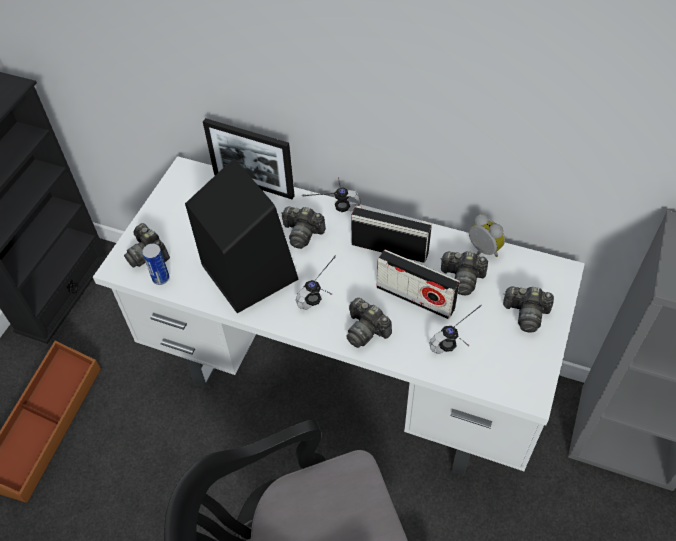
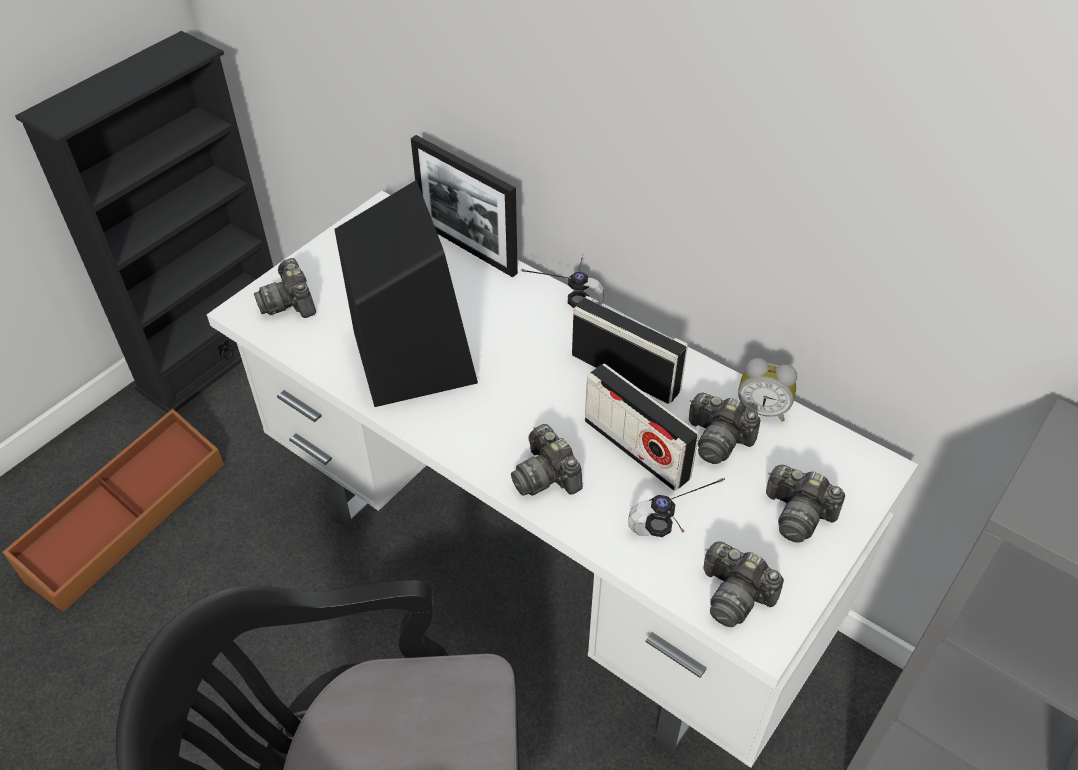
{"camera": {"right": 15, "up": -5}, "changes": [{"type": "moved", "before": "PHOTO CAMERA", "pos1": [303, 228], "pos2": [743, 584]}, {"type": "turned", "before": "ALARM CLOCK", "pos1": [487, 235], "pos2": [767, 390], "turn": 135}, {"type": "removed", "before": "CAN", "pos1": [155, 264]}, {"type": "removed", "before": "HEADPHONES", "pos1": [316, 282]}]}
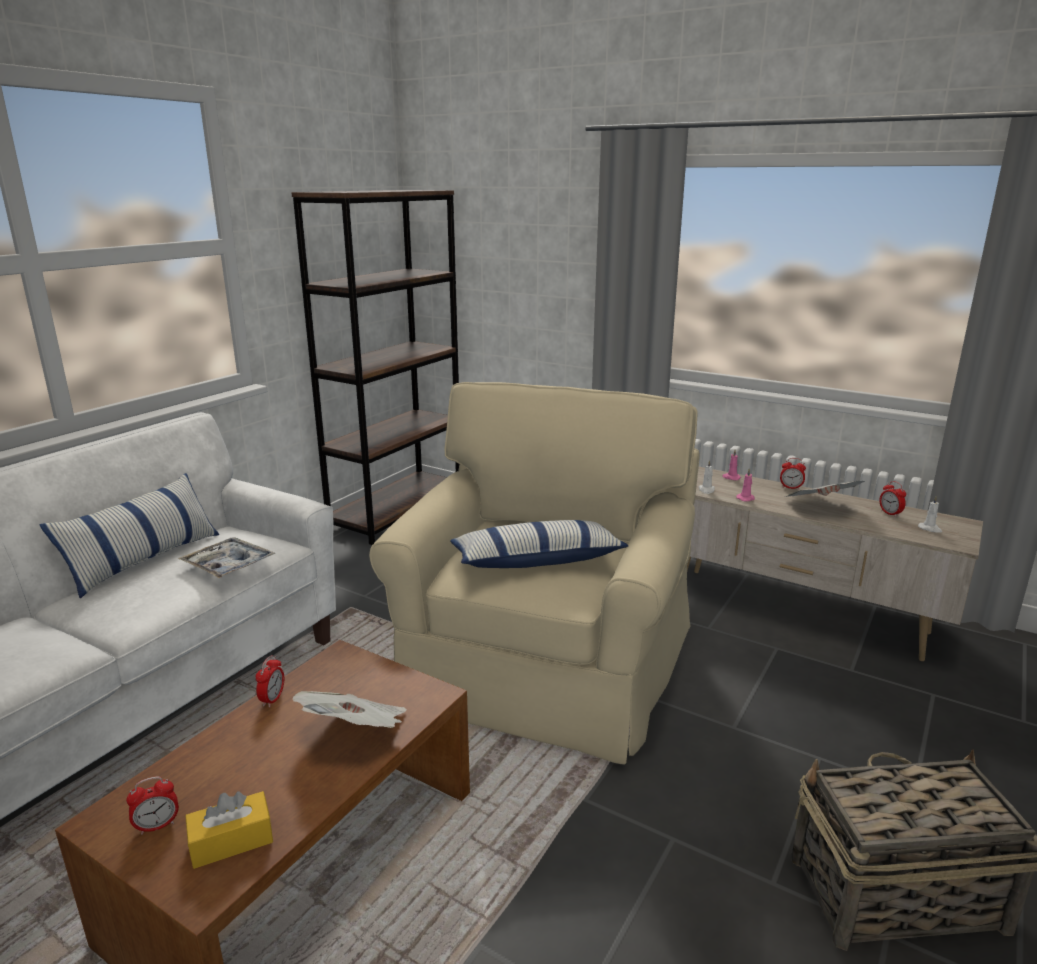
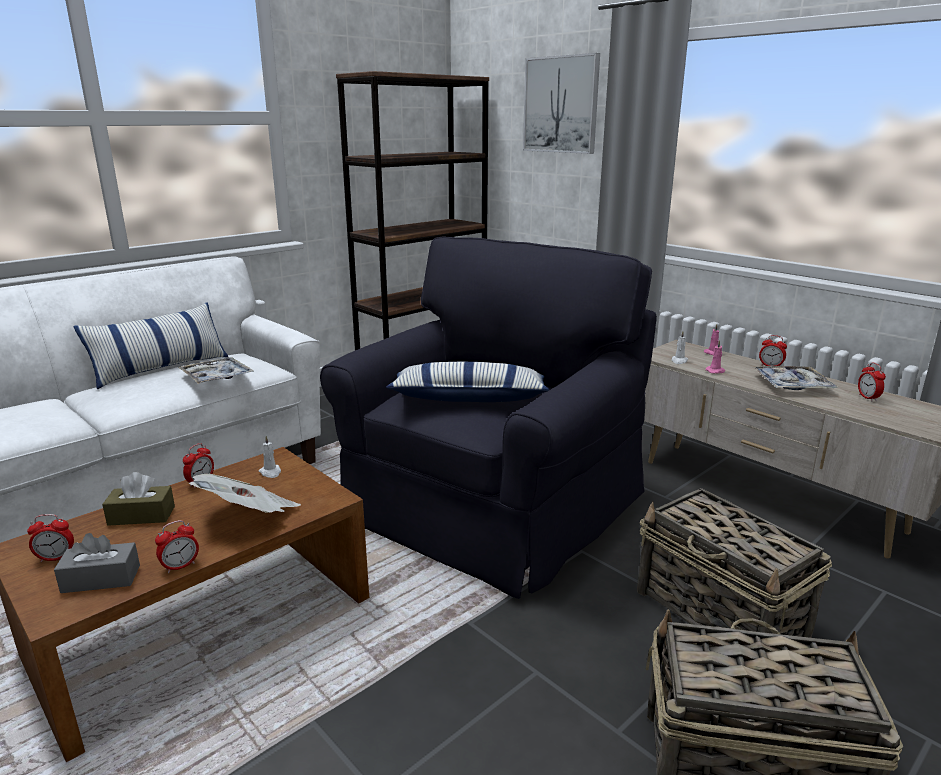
{"camera": {"right": 15, "up": 0}, "changes": [{"type": "recoloured", "before": "BEIGE ARMCHAIR", "after": "BLACK ARMCHAIR", "pos1": [534, 573], "pos2": [488, 417]}, {"type": "replaced", "before": "NEWSPAPER", "after": "TRAY", "pos1": [824, 489], "pos2": [795, 378]}, {"type": "moved", "before": "WHITE CANDLE", "pos1": [930, 514], "pos2": [270, 457]}, {"type": "recoloured", "before": "YELLOW TISSUE BOX", "after": "GREY TISSUE BOX", "pos1": [229, 830], "pos2": [97, 563]}, {"type": "added", "after": "PICTURE", "pos2": [561, 103]}, {"type": "added", "after": "BROWN TISSUE BOX", "pos2": [138, 499]}, {"type": "added", "after": "BASKET", "pos2": [734, 563]}, {"type": "added", "after": "ALARM CLOCK", "pos2": [177, 546]}]}
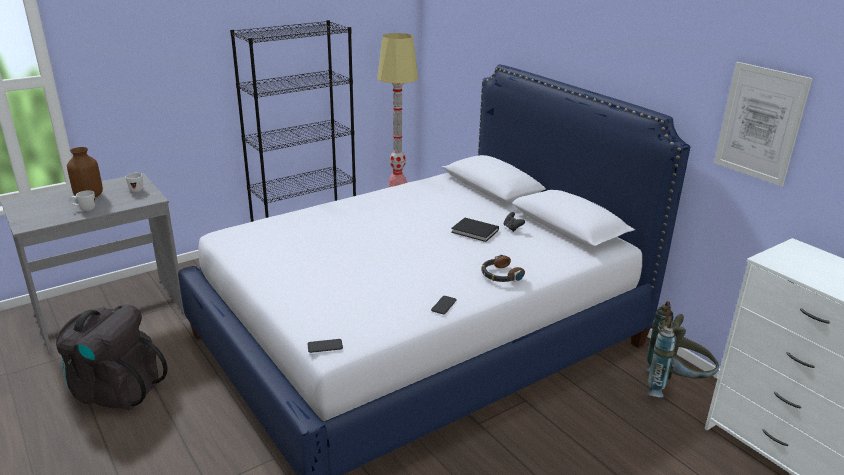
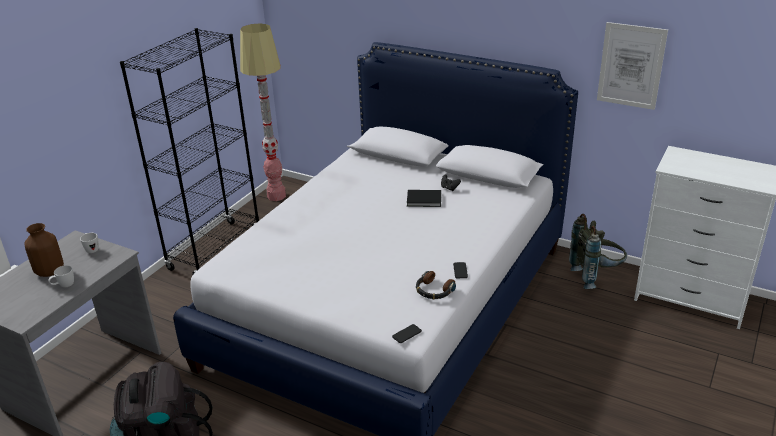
{"camera": {"right": -25, "up": 5}, "changes": [{"type": "moved", "before": "HEADPHONES", "pos1": [503, 268], "pos2": [436, 285]}]}
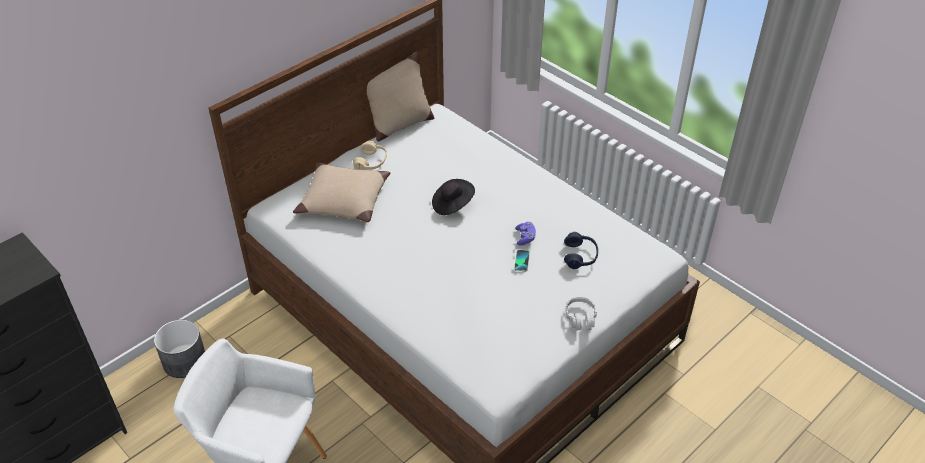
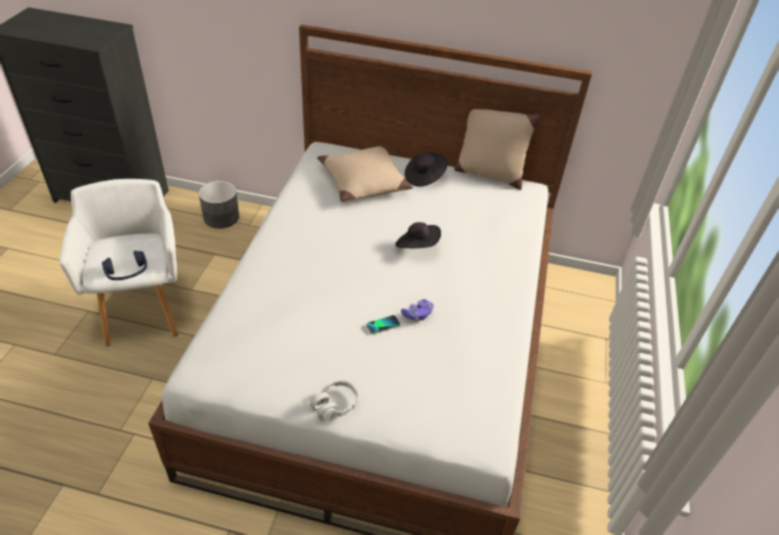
{"camera": {"right": 55, "up": 0}, "changes": [{"type": "replaced", "before": "BEIGE HEADPHONES", "after": "BLACK HAT", "pos1": [370, 155], "pos2": [426, 169]}, {"type": "moved", "before": "BLUE HEADPHONES", "pos1": [581, 250], "pos2": [124, 265]}]}
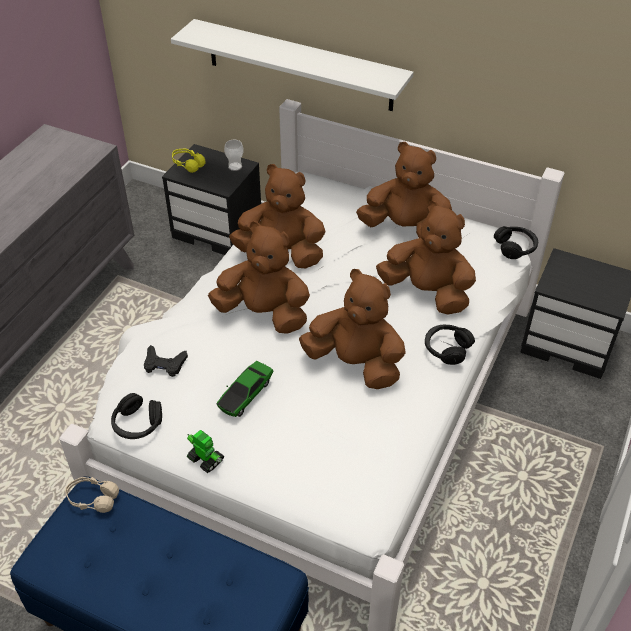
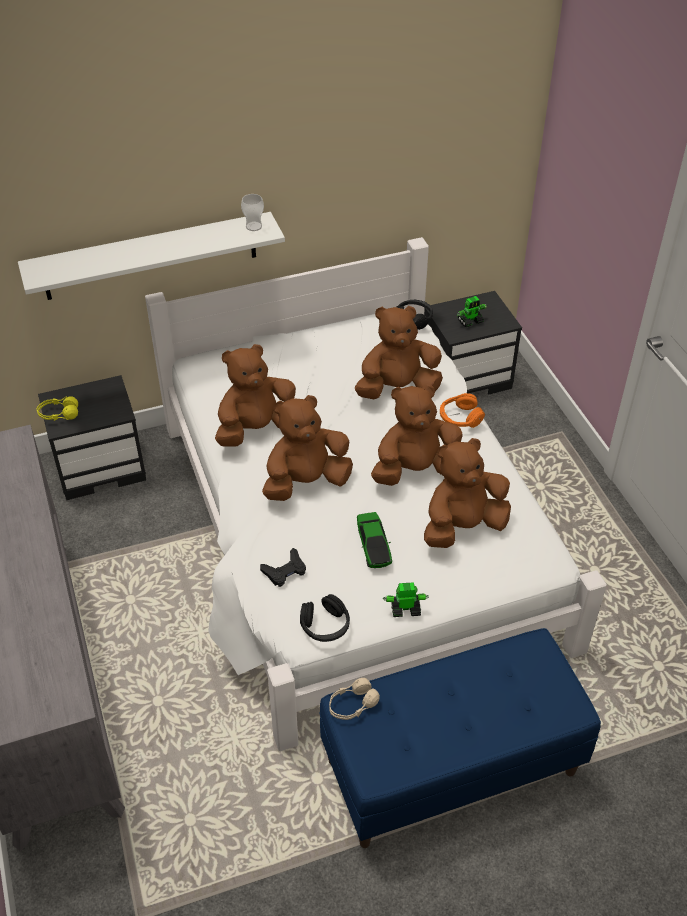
{"camera": {"right": -45, "up": 0}, "changes": [{"type": "moved", "before": "CUP", "pos1": [234, 155], "pos2": [252, 212]}, {"type": "moved", "before": "BROWN PLUSH TOY", "pos1": [404, 190], "pos2": [467, 493]}, {"type": "recoloured", "before": "BLACK HEADPHONES", "after": "ORANGE HEADPHONES", "pos1": [450, 345], "pos2": [462, 410]}, {"type": "added", "after": "TOY ROBOT", "pos2": [472, 311]}]}
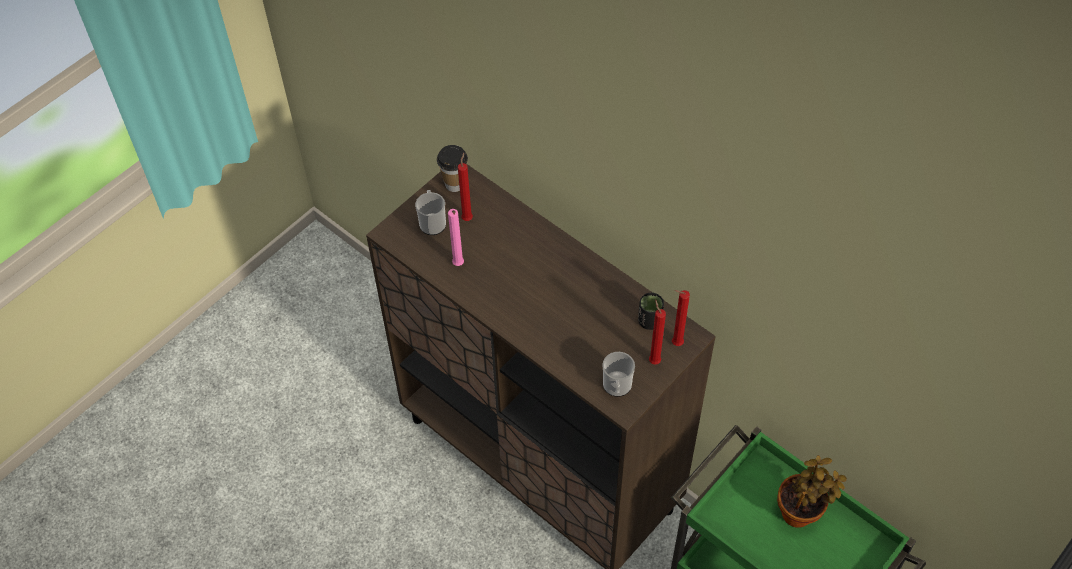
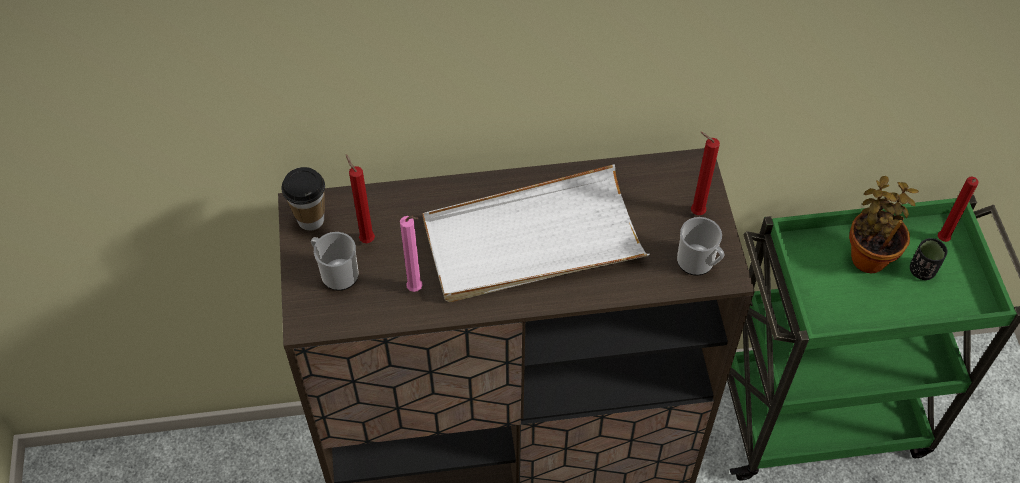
{"camera": {"right": -50, "up": 0}, "changes": [{"type": "moved", "before": "RED CANDLE", "pos1": [681, 318], "pos2": [958, 209]}, {"type": "moved", "before": "BLACK CUP", "pos1": [651, 311], "pos2": [928, 259]}, {"type": "added", "after": "WHITE TRAY", "pos2": [536, 233]}]}
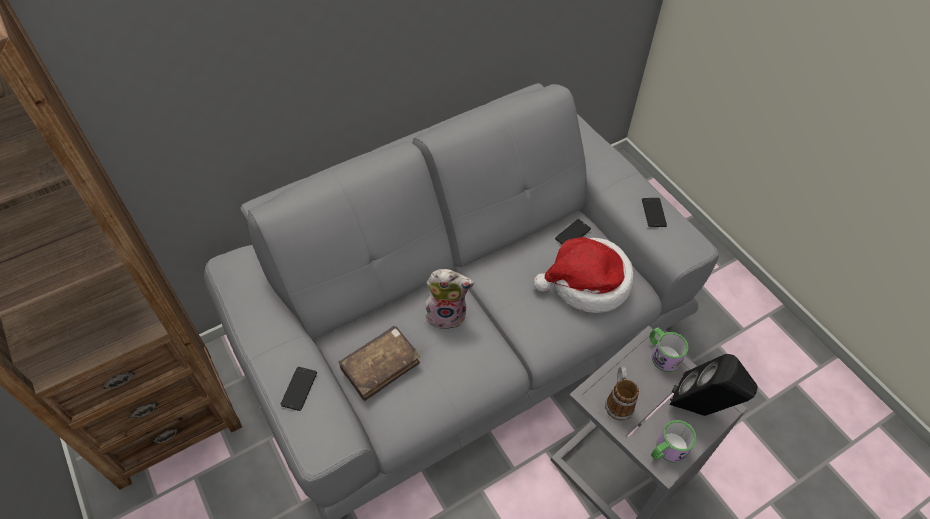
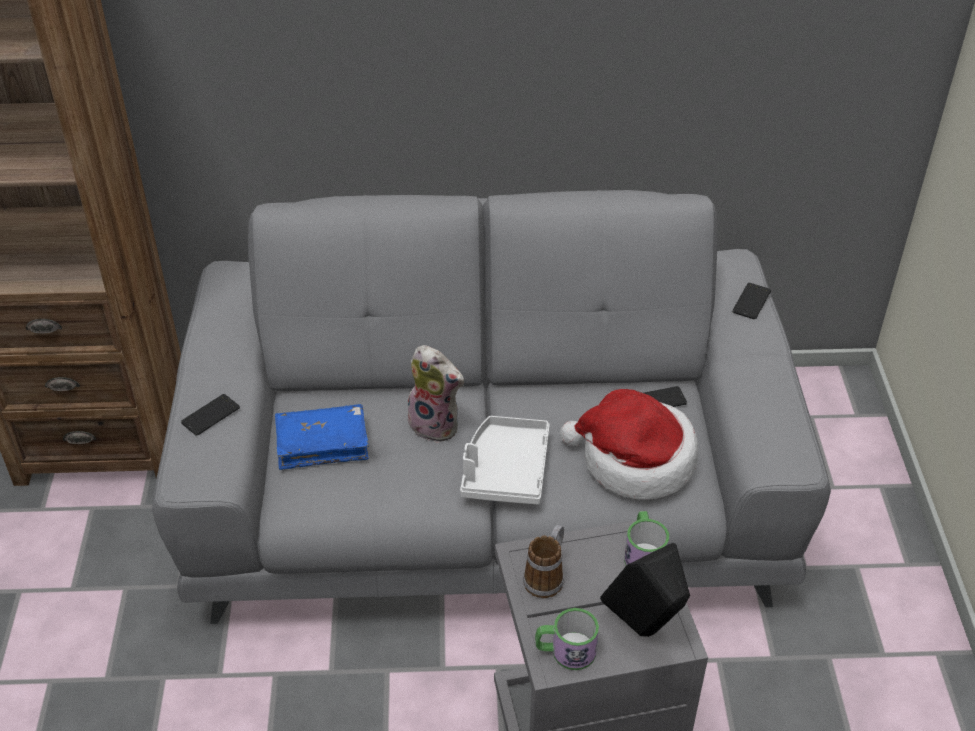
{"camera": {"right": 30, "up": -10}, "changes": [{"type": "moved", "before": "PHONE", "pos1": [654, 212], "pos2": [751, 301]}, {"type": "recoloured", "before": "BROWN BOOK", "after": "BLUE BOOK", "pos1": [380, 363], "pos2": [322, 437]}, {"type": "added", "after": "WHITE TRAY", "pos2": [505, 460]}]}
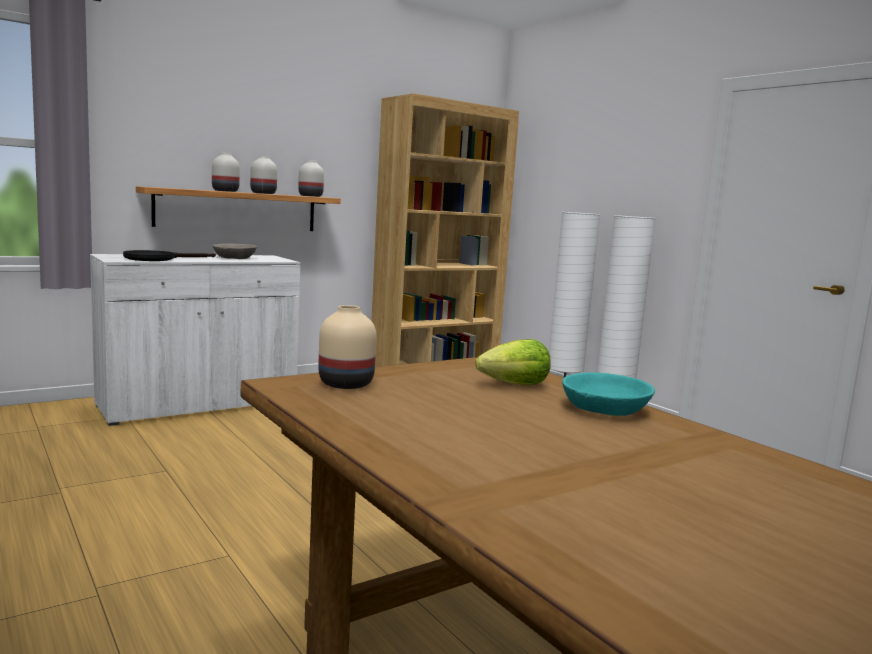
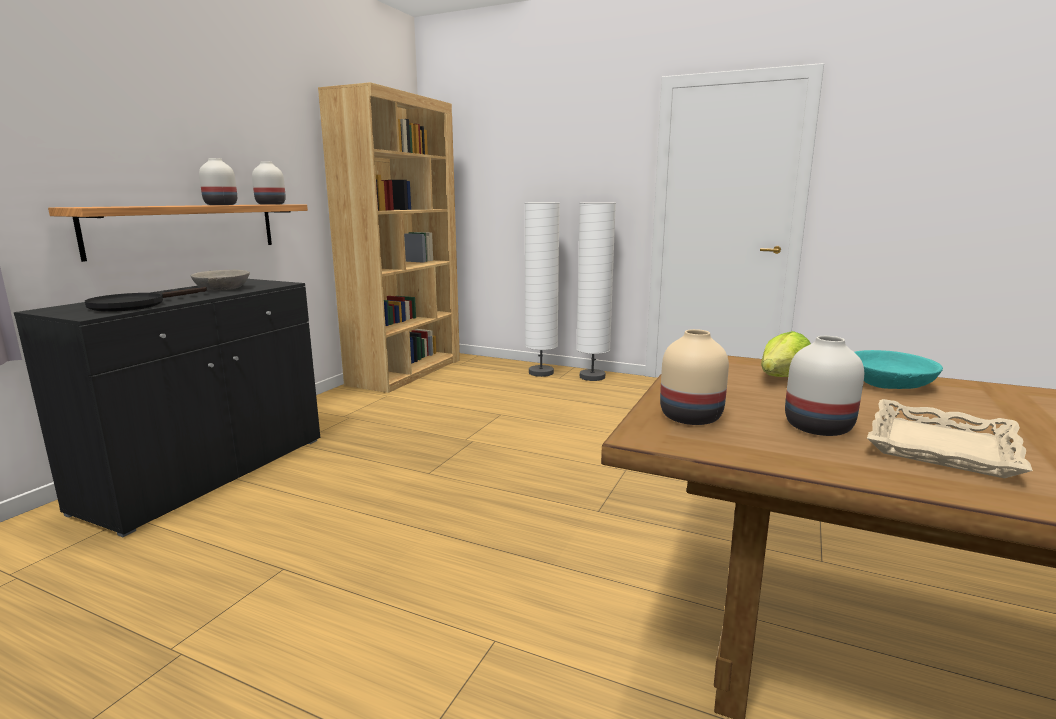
{"camera": {"right": -30, "up": 5}, "changes": [{"type": "moved", "before": "WHITE VASE", "pos1": [226, 172], "pos2": [824, 386]}, {"type": "recoloured", "before": "WHITE CABINET", "after": "BLACK CABINET", "pos1": [195, 340], "pos2": [167, 408]}, {"type": "added", "after": "BEIGE TRAY", "pos2": [950, 438]}]}
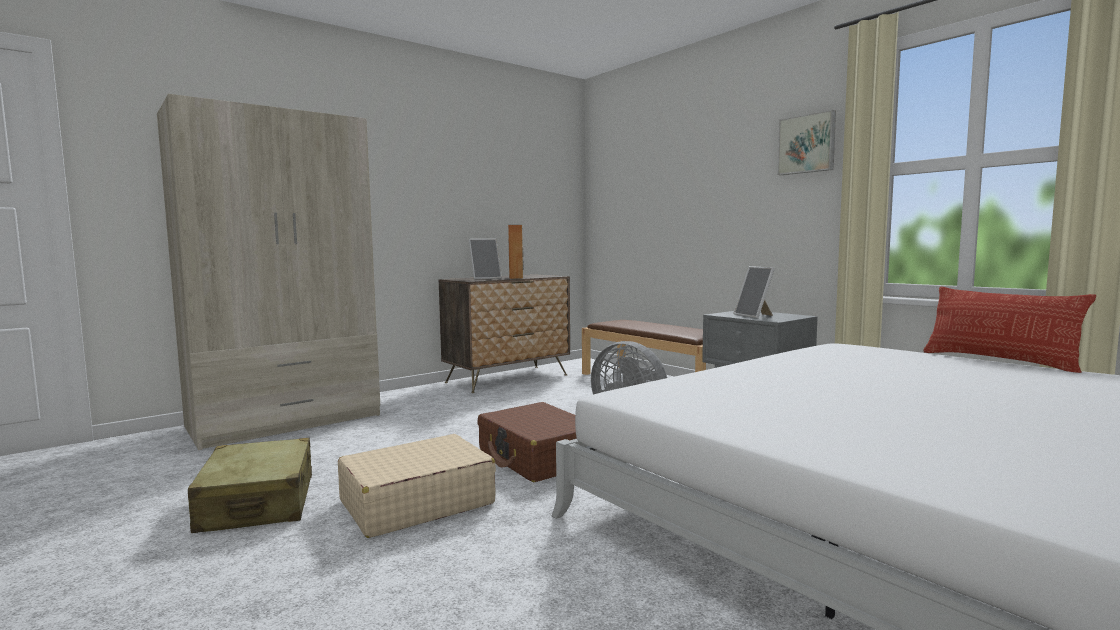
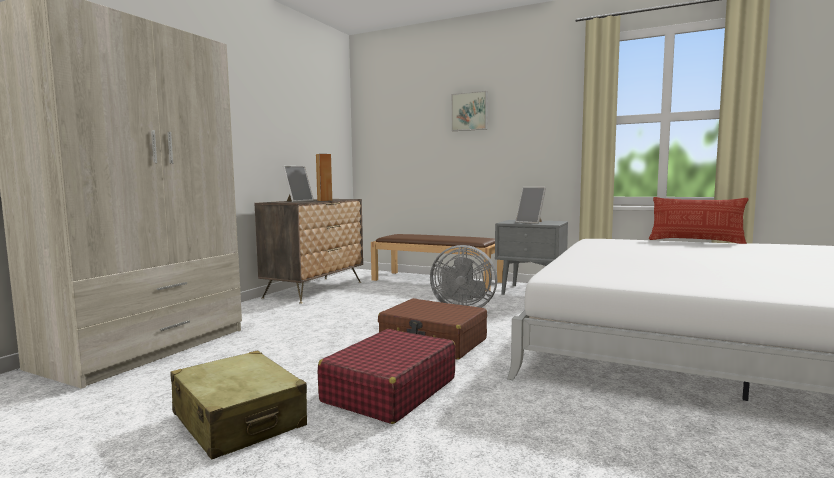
{"camera": {"right": -25, "up": 0}, "changes": [{"type": "moved", "before": "PICTURE", "pos1": [806, 142], "pos2": [469, 111]}, {"type": "recoloured", "before": "BEIGE SUITCASE", "after": "RED SUITCASE", "pos1": [417, 486], "pos2": [387, 376]}]}
